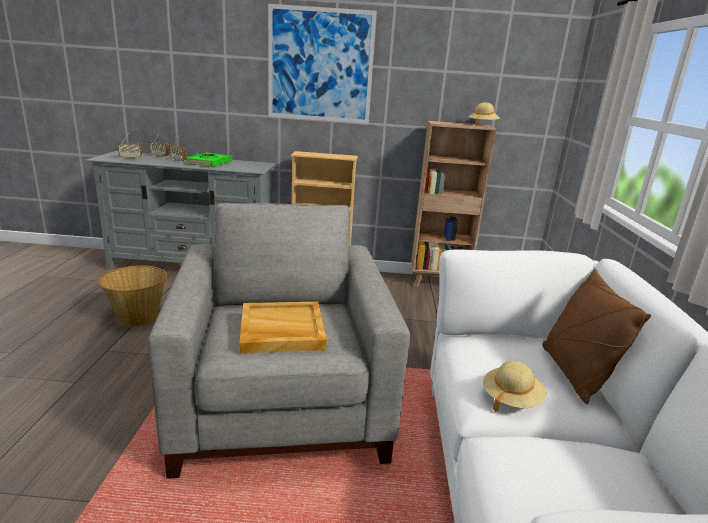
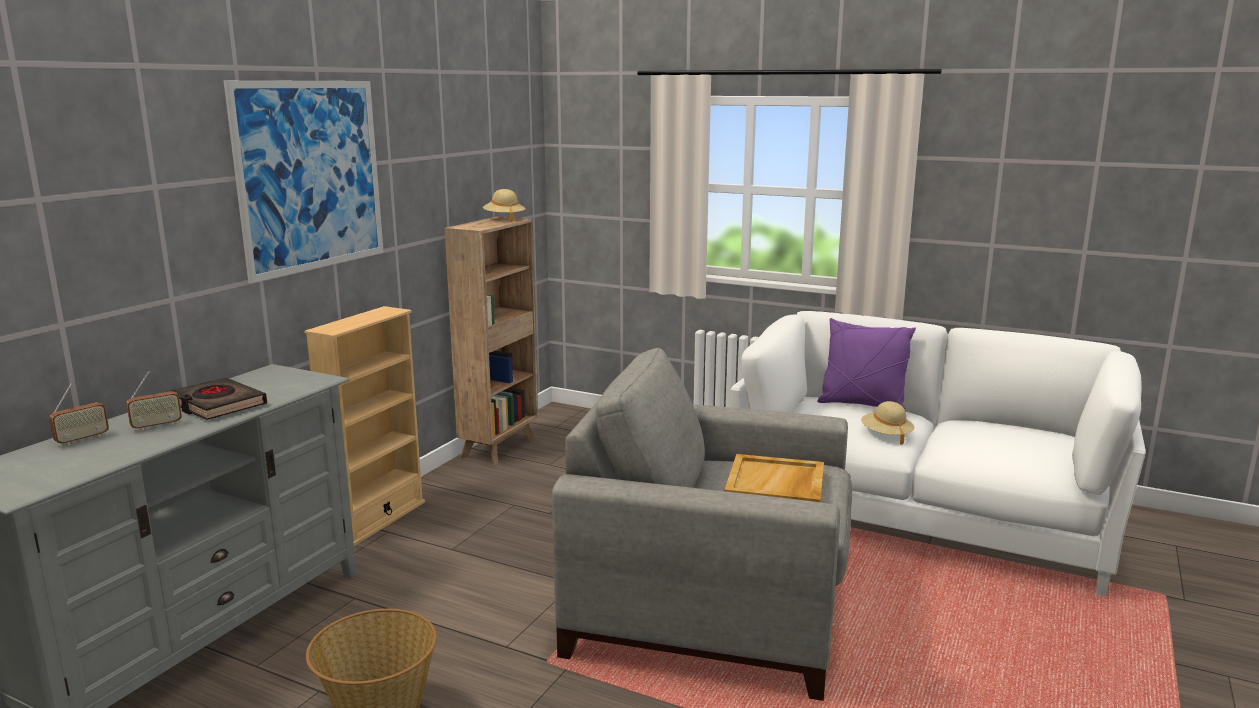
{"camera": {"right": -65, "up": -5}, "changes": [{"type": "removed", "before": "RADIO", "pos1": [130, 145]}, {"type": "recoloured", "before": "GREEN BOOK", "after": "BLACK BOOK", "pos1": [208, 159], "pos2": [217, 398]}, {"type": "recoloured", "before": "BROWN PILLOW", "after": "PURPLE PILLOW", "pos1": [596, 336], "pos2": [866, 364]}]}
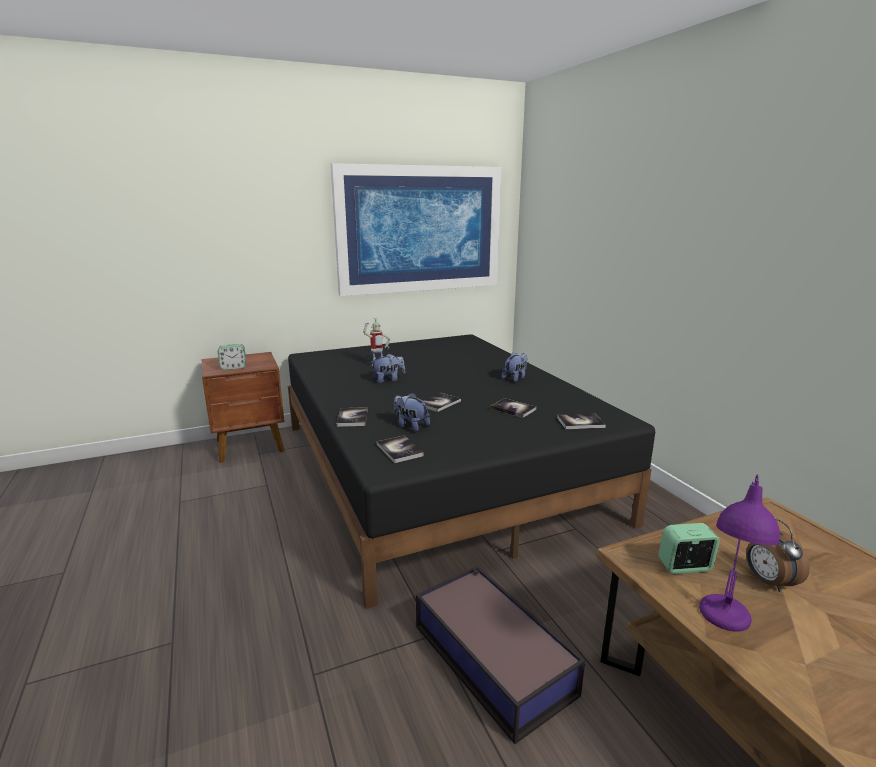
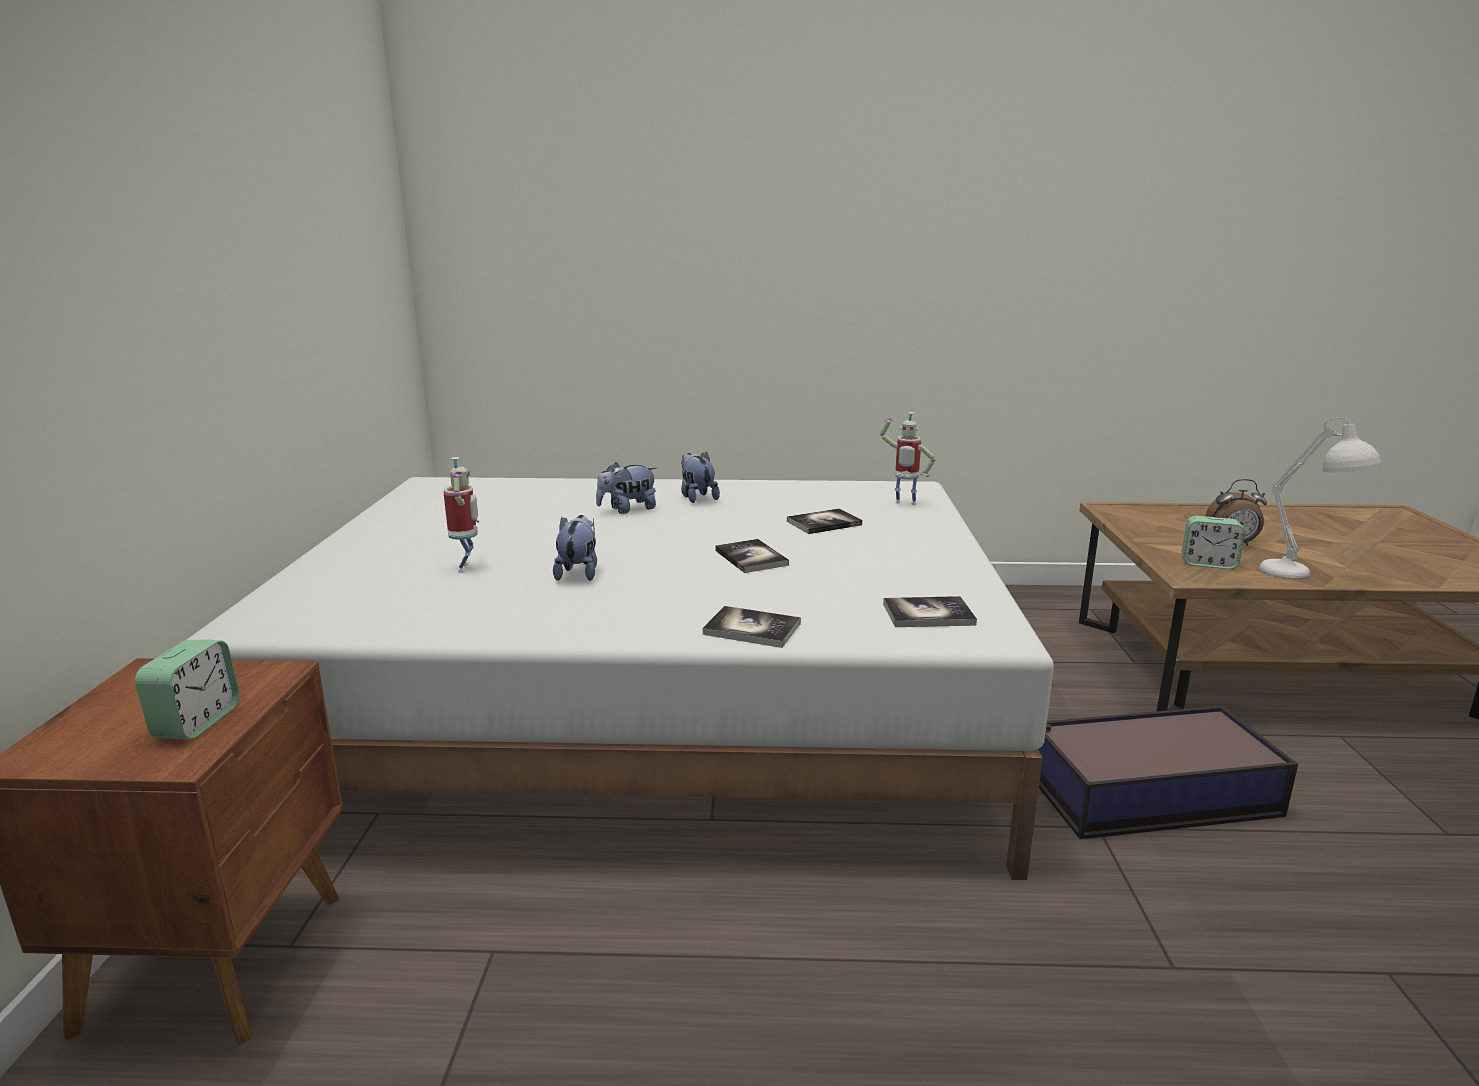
{"camera": {"right": -65, "up": 0}, "changes": [{"type": "removed", "before": "PICTURE", "pos1": [416, 229]}, {"type": "recoloured", "before": "BLACK BED", "after": "WHITE BED", "pos1": [471, 471], "pos2": [620, 678]}, {"type": "moved", "before": "PLUSH TOY", "pos1": [412, 412], "pos2": [626, 488]}, {"type": "replaced", "before": "BOOK", "after": "TOY ROBOT", "pos1": [581, 421], "pos2": [907, 458]}, {"type": "recoloured", "before": "PURPLE TABLE LAMP", "after": "WHITE TABLE LAMP", "pos1": [739, 553], "pos2": [1320, 498]}, {"type": "turned", "before": "ALARM CLOCK", "pos1": [689, 548], "pos2": [1213, 542], "turn": -90}]}
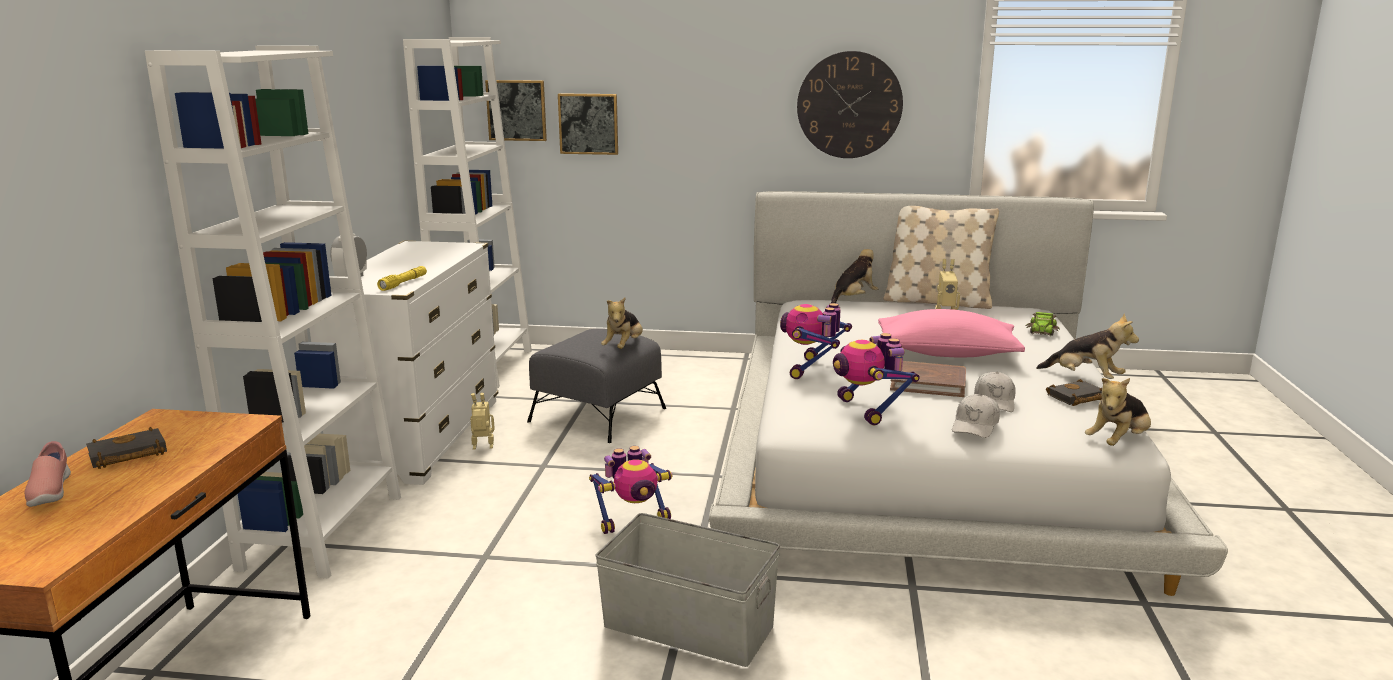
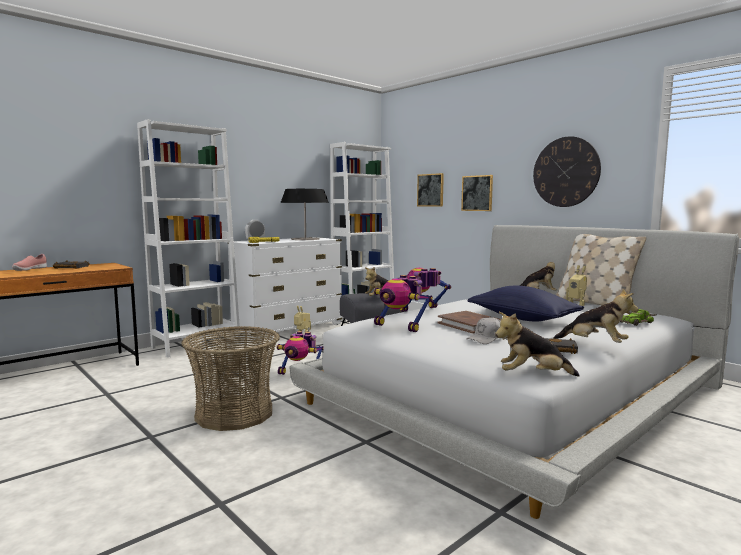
{"camera": {"right": 40, "up": -10}, "changes": [{"type": "moved", "before": "PICTURE", "pos1": [516, 110], "pos2": [477, 193]}, {"type": "recoloured", "before": "PINK PILLOW", "after": "BLUE PILLOW", "pos1": [951, 333], "pos2": [525, 304]}, {"type": "turned", "before": "PLUSH TOY", "pos1": [1087, 346], "pos2": [596, 315], "turn": -45}, {"type": "turned", "before": "TOY ROBOT", "pos1": [876, 379], "pos2": [403, 303], "turn": -75}, {"type": "removed", "before": "WHITE CAP", "pos1": [976, 416]}, {"type": "replaced", "before": "GREY STORAGE BOX", "after": "BASKET", "pos1": [687, 590], "pos2": [231, 378]}, {"type": "added", "after": "TABLE LAMP", "pos2": [305, 214]}]}
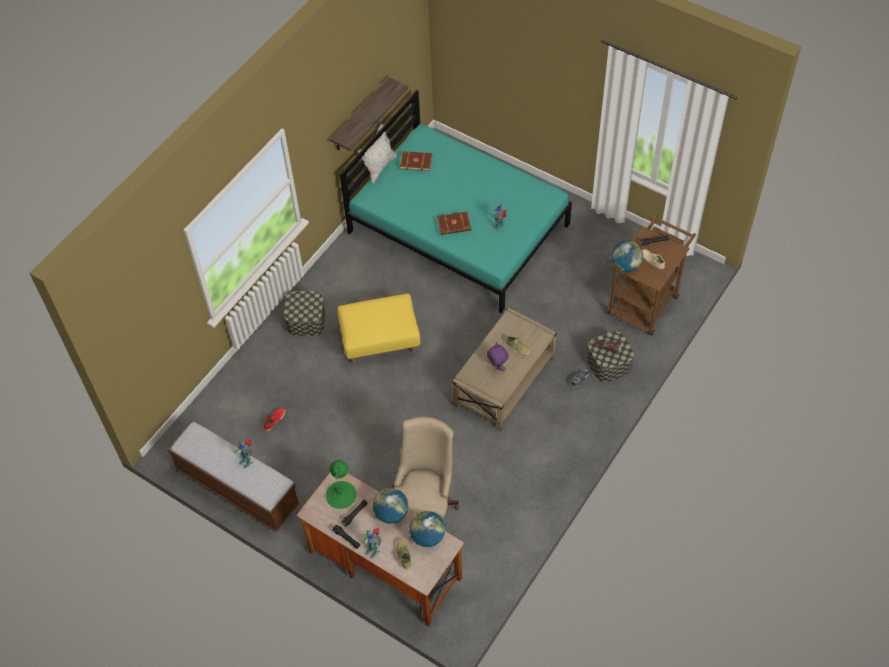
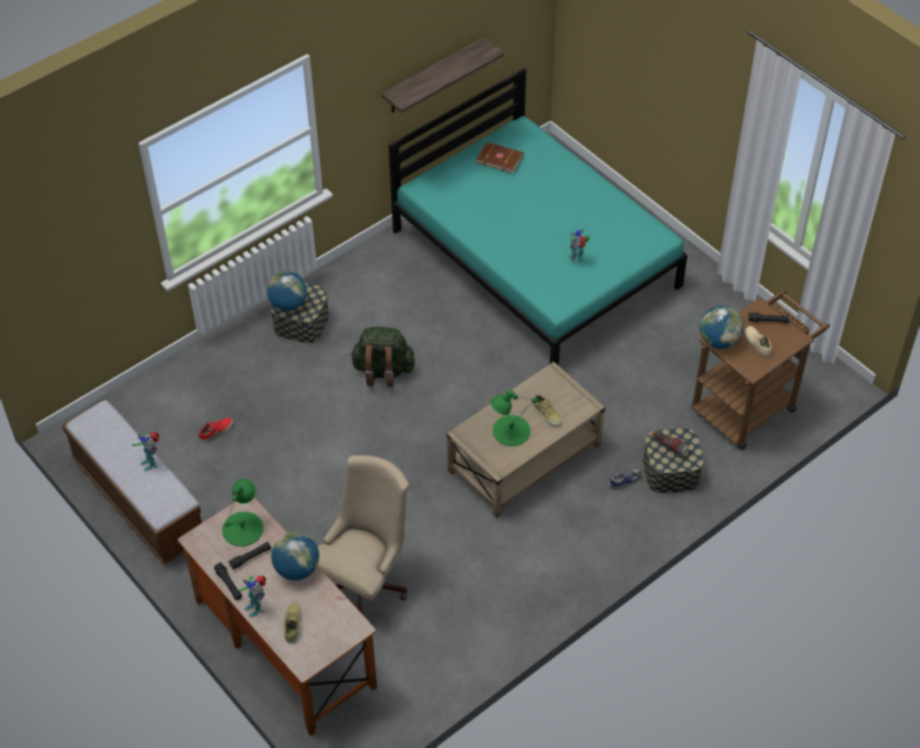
{"camera": {"right": 15, "up": -5}, "changes": [{"type": "removed", "before": "WHITE PILLOW", "pos1": [377, 153]}, {"type": "removed", "before": "BROWN BOOK", "pos1": [454, 223]}, {"type": "replaced", "before": "YELLOW OTTOMAN", "after": "GREEN BACKPACK", "pos1": [379, 329], "pos2": [382, 357]}, {"type": "replaced", "before": "PURPLE PLUSH TOY", "after": "GREEN TABLE LAMP", "pos1": [498, 357], "pos2": [514, 418]}, {"type": "moved", "before": "GLOBE", "pos1": [427, 529], "pos2": [287, 291]}]}
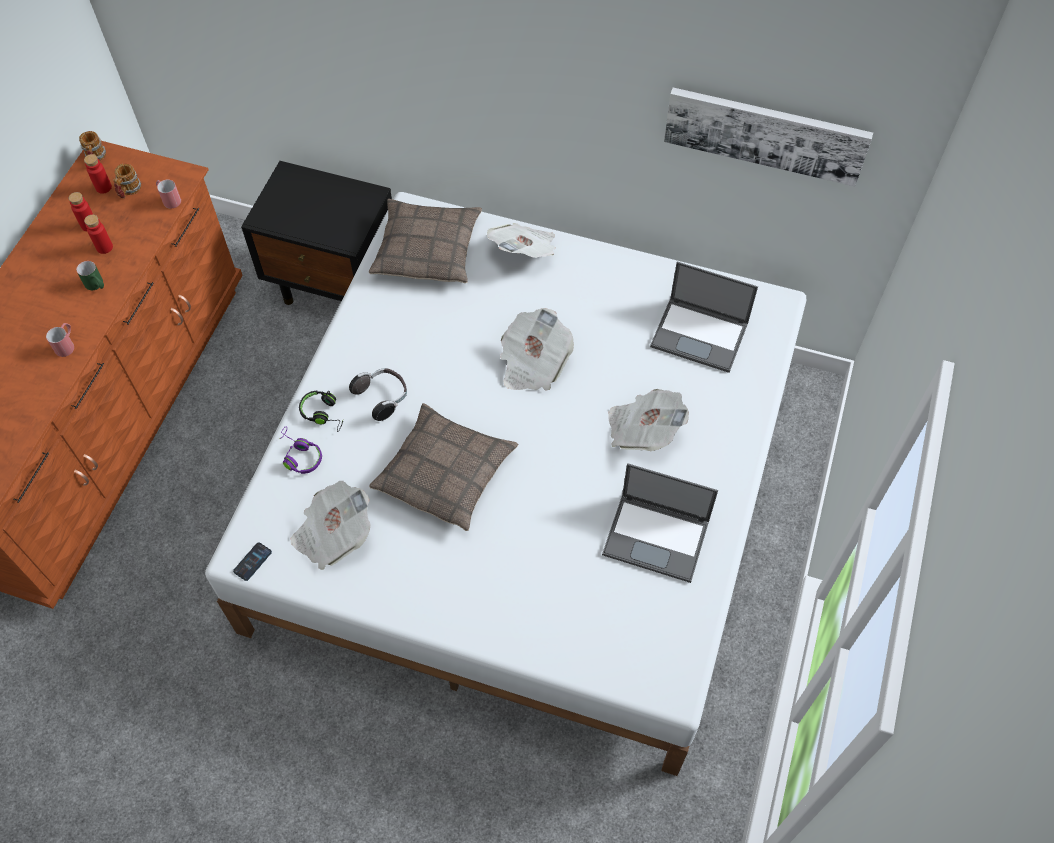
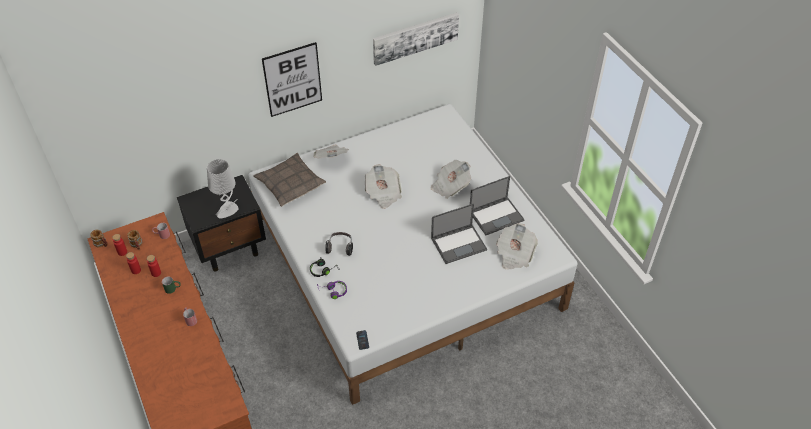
{"camera": {"right": -45, "up": -10}, "changes": [{"type": "moved", "before": "LAPTOP", "pos1": [704, 317], "pos2": [459, 233]}, {"type": "removed", "before": "PILLOW", "pos1": [443, 467]}, {"type": "moved", "before": "NEWSPAPER", "pos1": [331, 525], "pos2": [517, 246]}, {"type": "added", "after": "PICTURE", "pos2": [292, 79]}, {"type": "added", "after": "GREY TABLE LAMP", "pos2": [223, 188]}]}
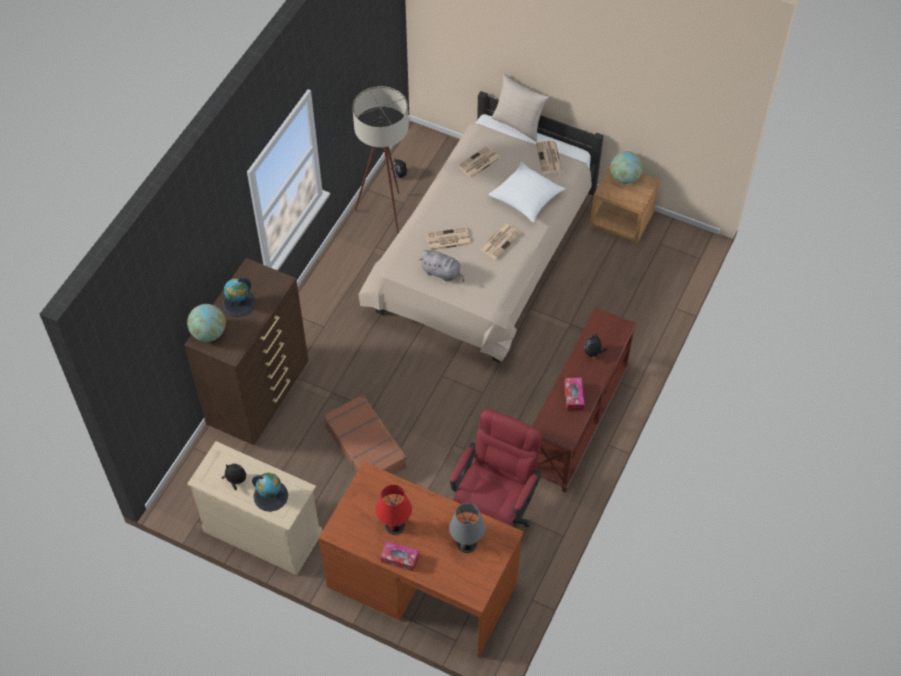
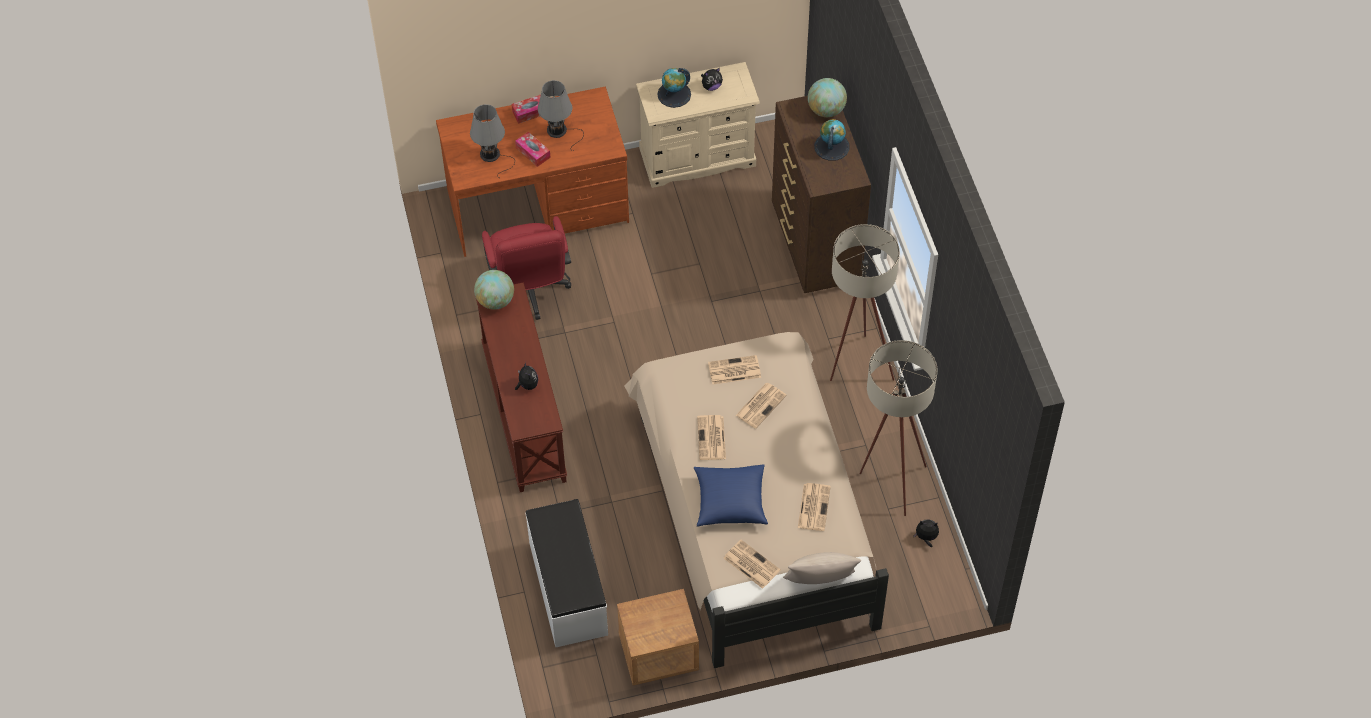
{"camera": {"right": 140, "up": 0}, "changes": [{"type": "moved", "before": "GLOBE", "pos1": [626, 167], "pos2": [494, 290]}, {"type": "recoloured", "before": "WHITE PILLOW", "after": "BLUE PILLOW", "pos1": [527, 192], "pos2": [731, 495]}, {"type": "replaced", "before": "GREY PLUSH TOY", "after": "NEWSPAPER", "pos1": [441, 266], "pos2": [734, 370]}, {"type": "moved", "before": "TISSUE BOX", "pos1": [574, 394], "pos2": [533, 149]}, {"type": "removed", "before": "BROWN SUITCASE", "pos1": [365, 434]}, {"type": "recoloured", "before": "RED TABLE LAMP", "after": "GREY TABLE LAMP", "pos1": [394, 509], "pos2": [561, 115]}, {"type": "added", "after": "BEIGE FLOOR LAMP", "pos2": [865, 302]}, {"type": "added", "after": "WHITE BENCH", "pos2": [566, 573]}]}
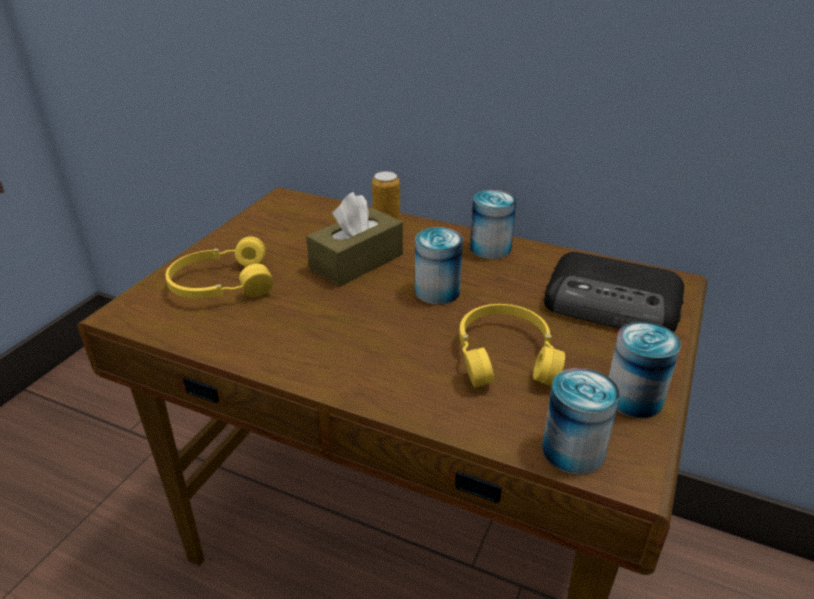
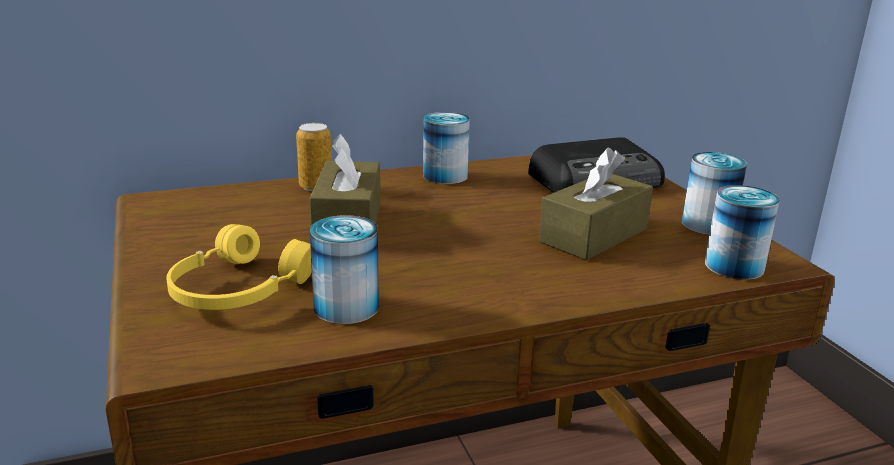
{"camera": {"right": -45, "up": -10}, "changes": [{"type": "moved", "before": "CAN", "pos1": [439, 266], "pos2": [344, 269]}, {"type": "replaced", "before": "YELLOW HEADPHONES", "after": "BROWN TISSUE BOX", "pos1": [512, 346], "pos2": [596, 204]}]}
